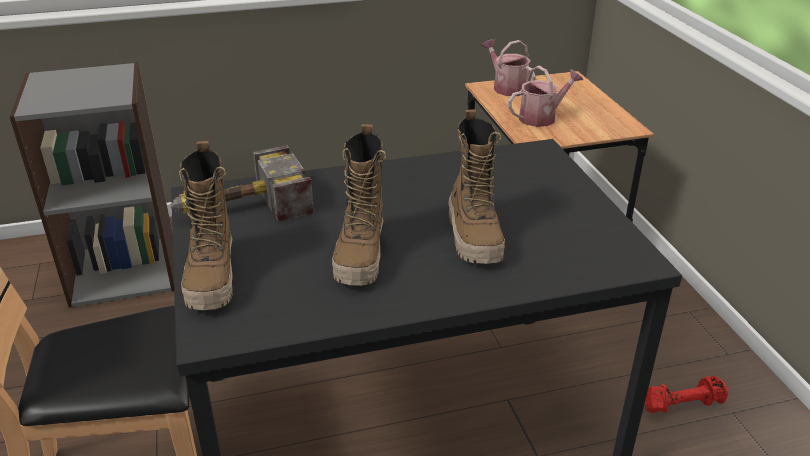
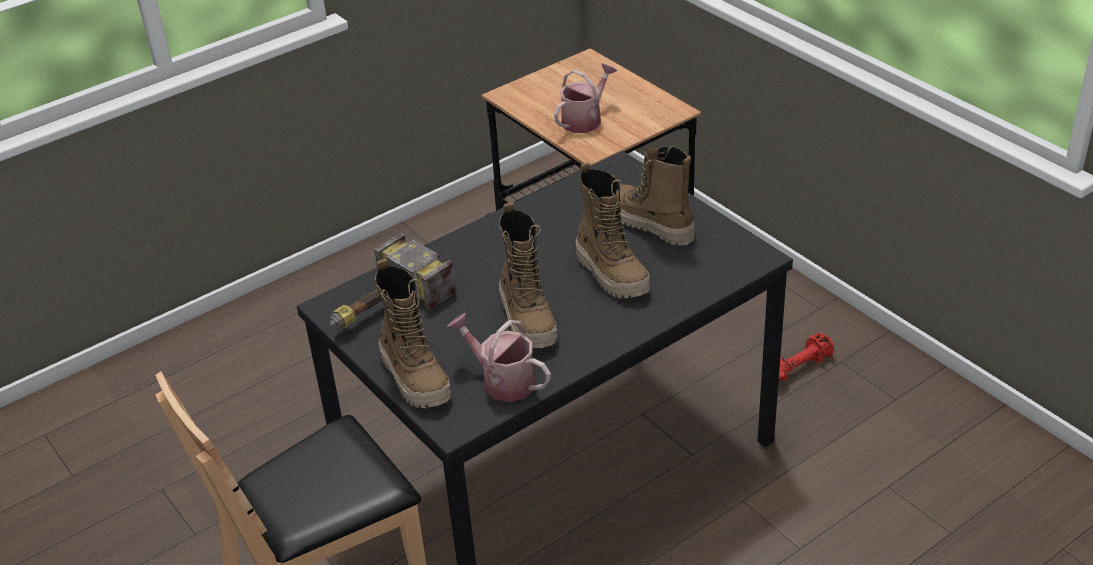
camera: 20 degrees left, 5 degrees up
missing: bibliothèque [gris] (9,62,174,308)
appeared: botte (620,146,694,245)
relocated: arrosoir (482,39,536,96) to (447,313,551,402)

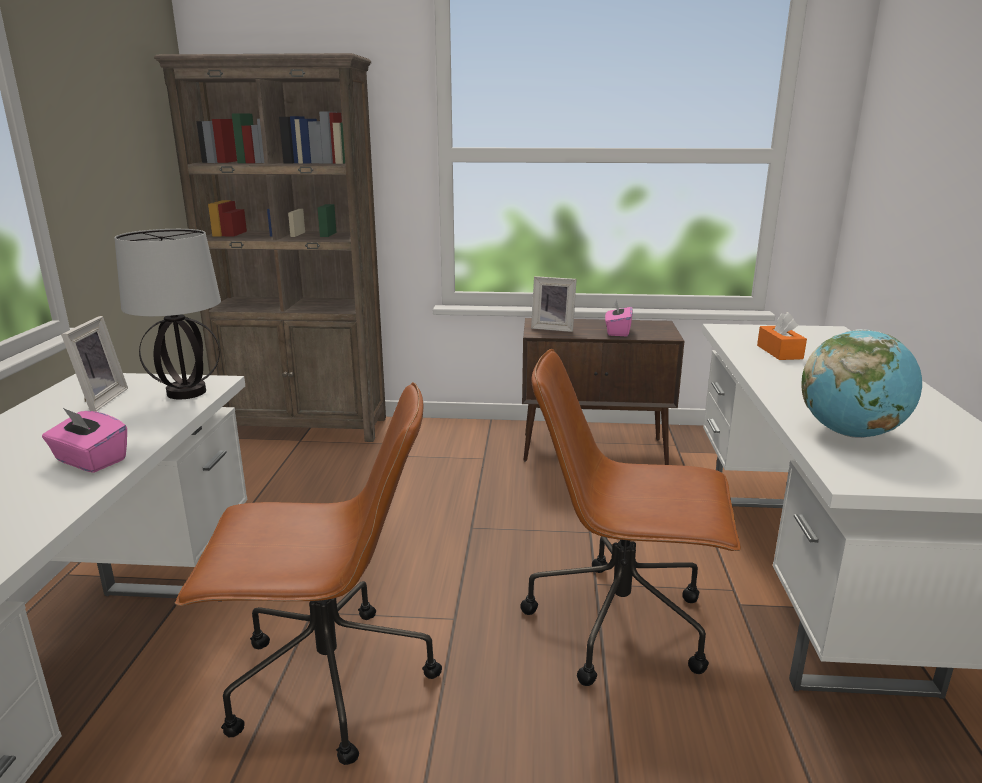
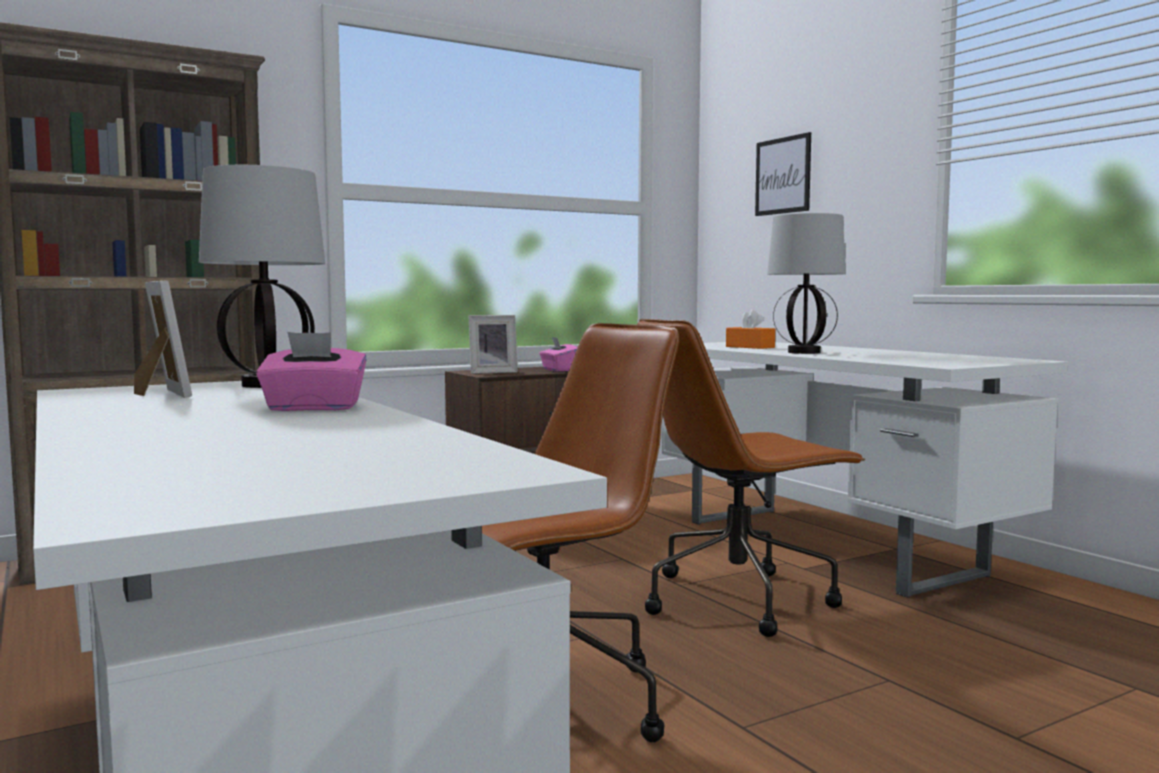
camera: 35 degrees left, 15 degrees down
missing: globe (801,329,922,438)
appeared: tableau (755,132,811,216); lampe de table (767,213,846,354)

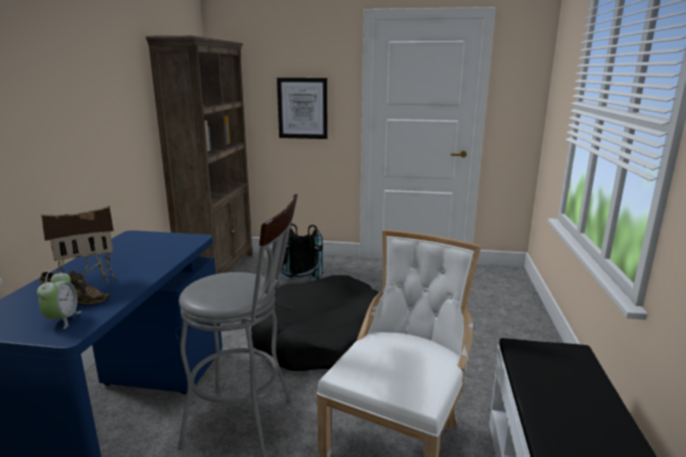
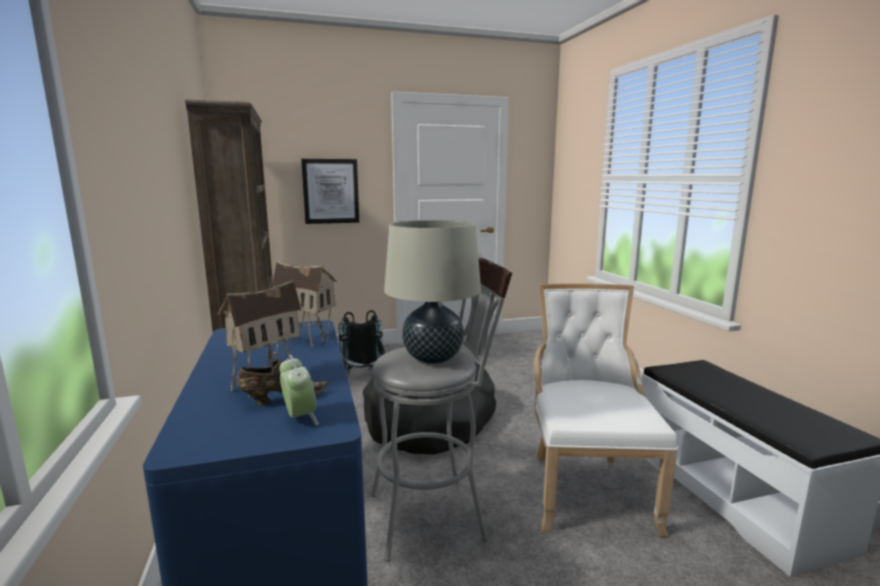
camera: 25 degrees left, 5 degrees down
appeared: lampe de table [beige] (384,220,481,364); maison miniature (272,261,338,347)

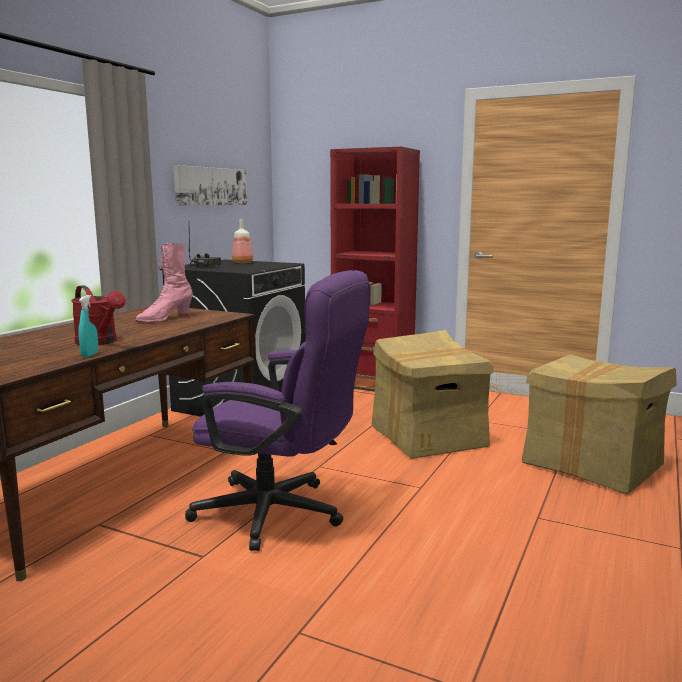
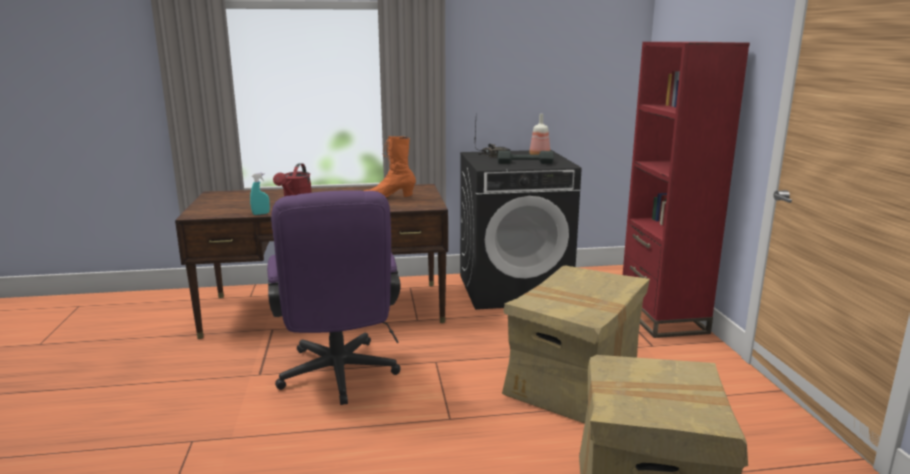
camera: 55 degrees right, 5 degrees up
missing: tableau (173,165,247,206)
appeared: haltère [gris] (497,151,554,164)
colour: botte [rose] (135,243,193,322) to botte [orange] (364,136,416,198)

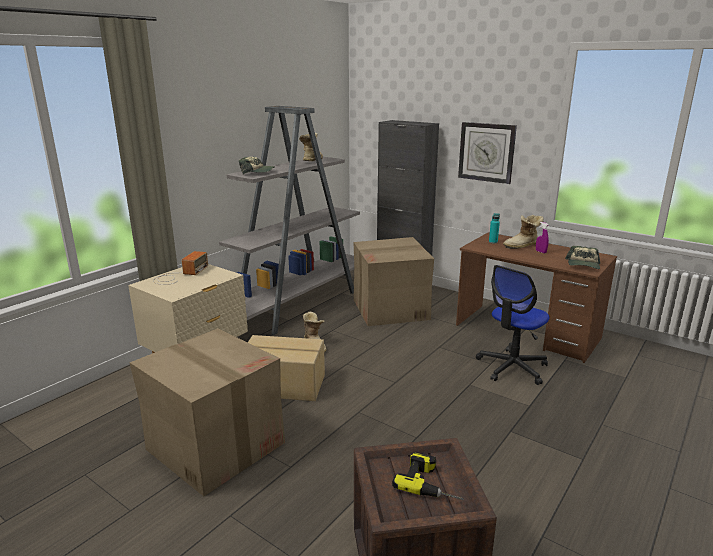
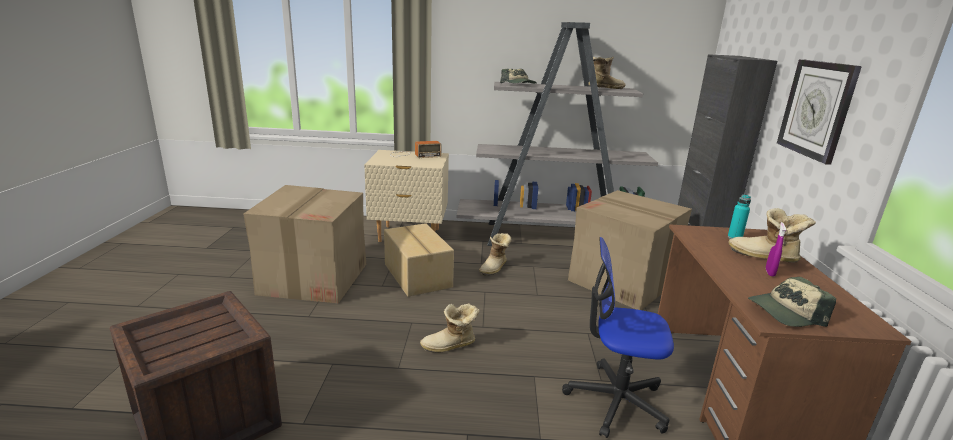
camera: 55 degrees right, 0 degrees up
missing: perceuse (392,452,464,500)
appeared: botte (420,303,480,353)

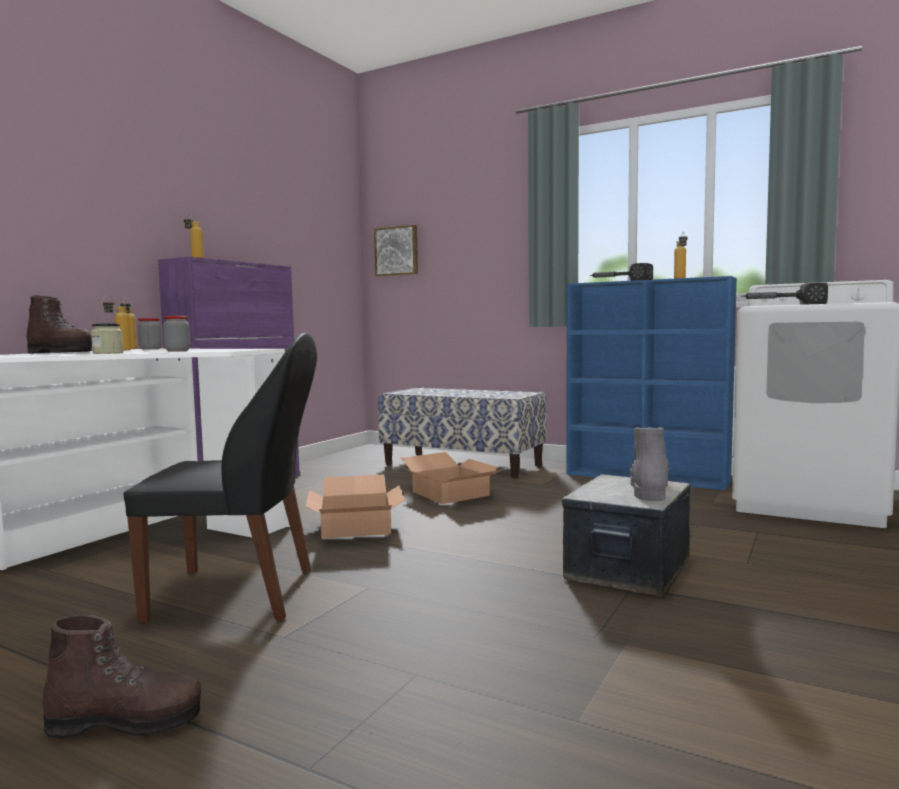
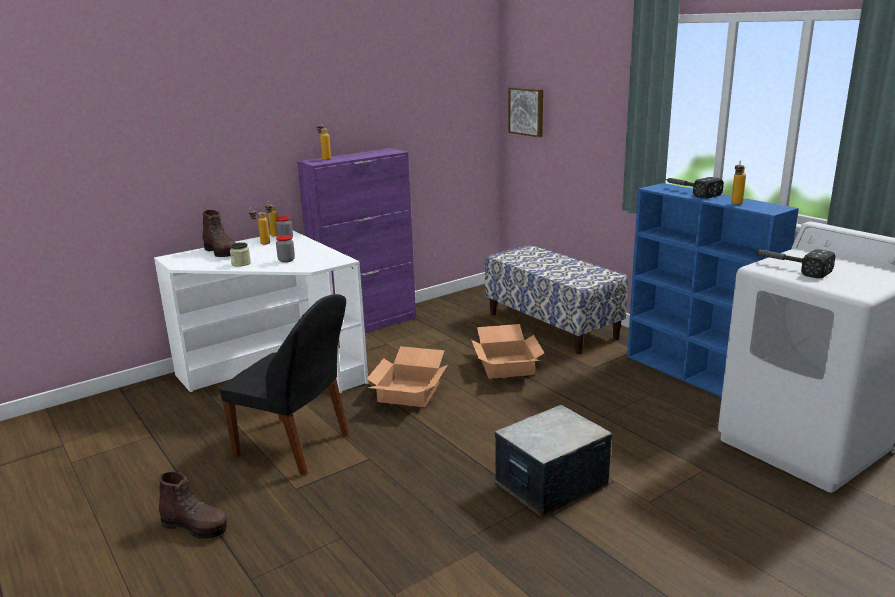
camera: 25 degrees right, 15 degrees up
missing: botte [gris] (630,427,671,501)

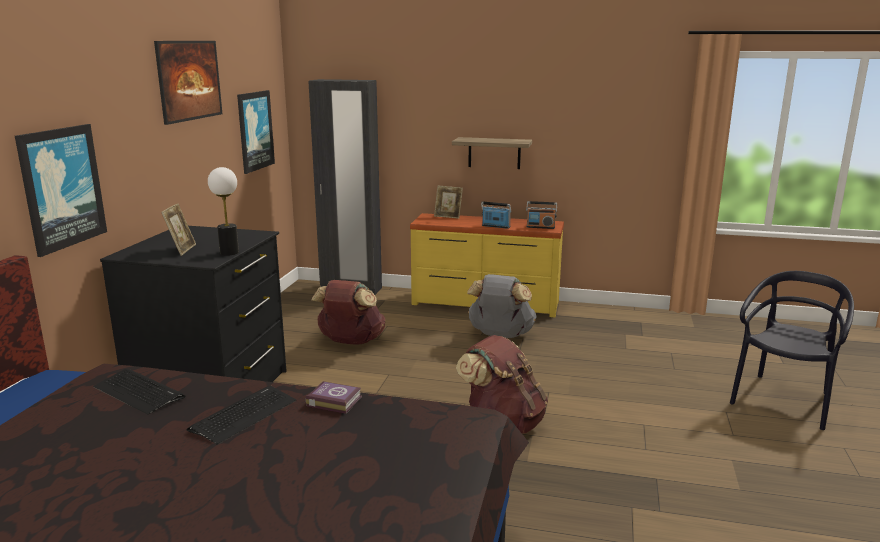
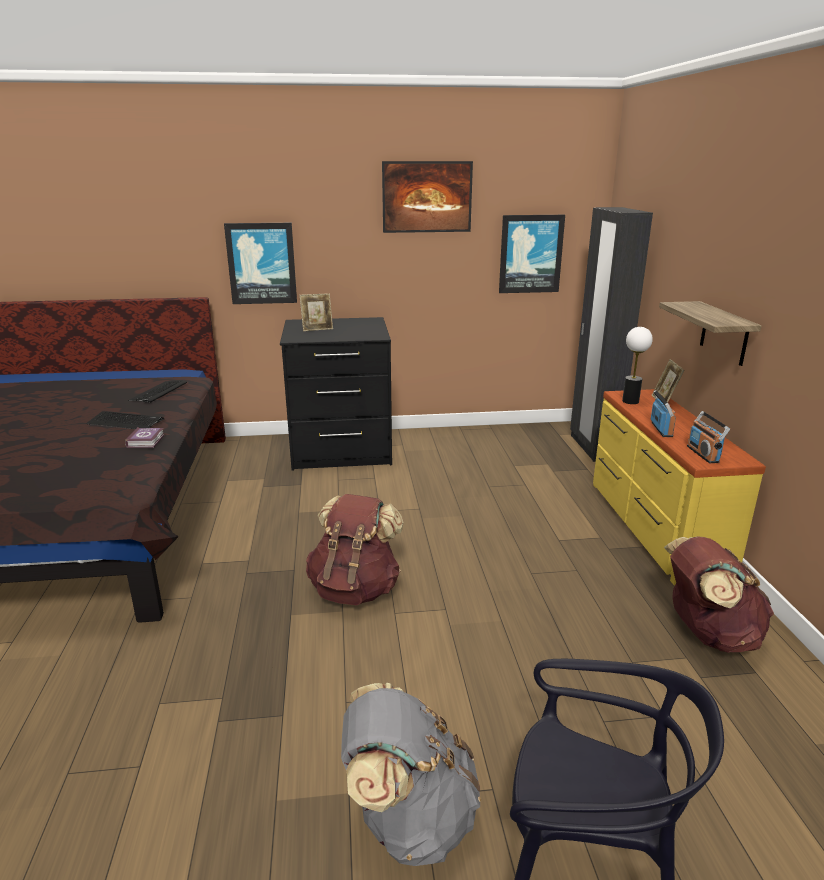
camera: 70 degrees right, 5 degrees up
relocated: lampe de table (208,167,239,256) to (622,327,653,404); sac à dos [gris] (467,274,537,338) to (341,683,481,866); sac à dos [marron] (311,280,385,344) to (664,536,774,652)

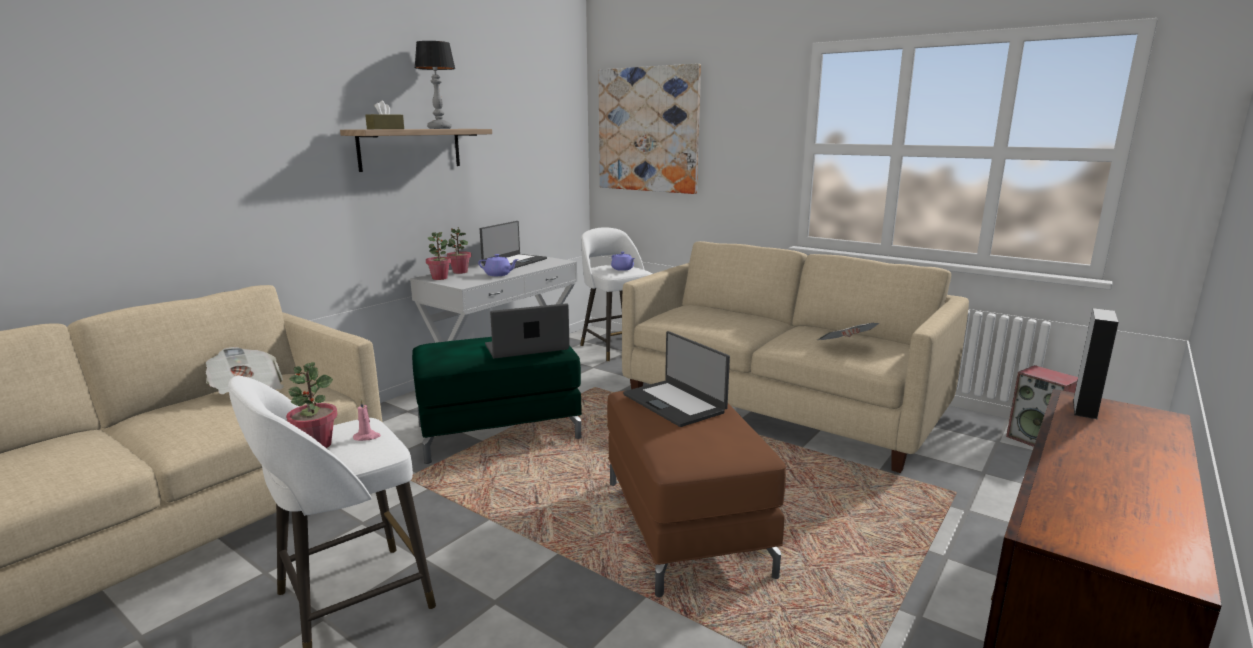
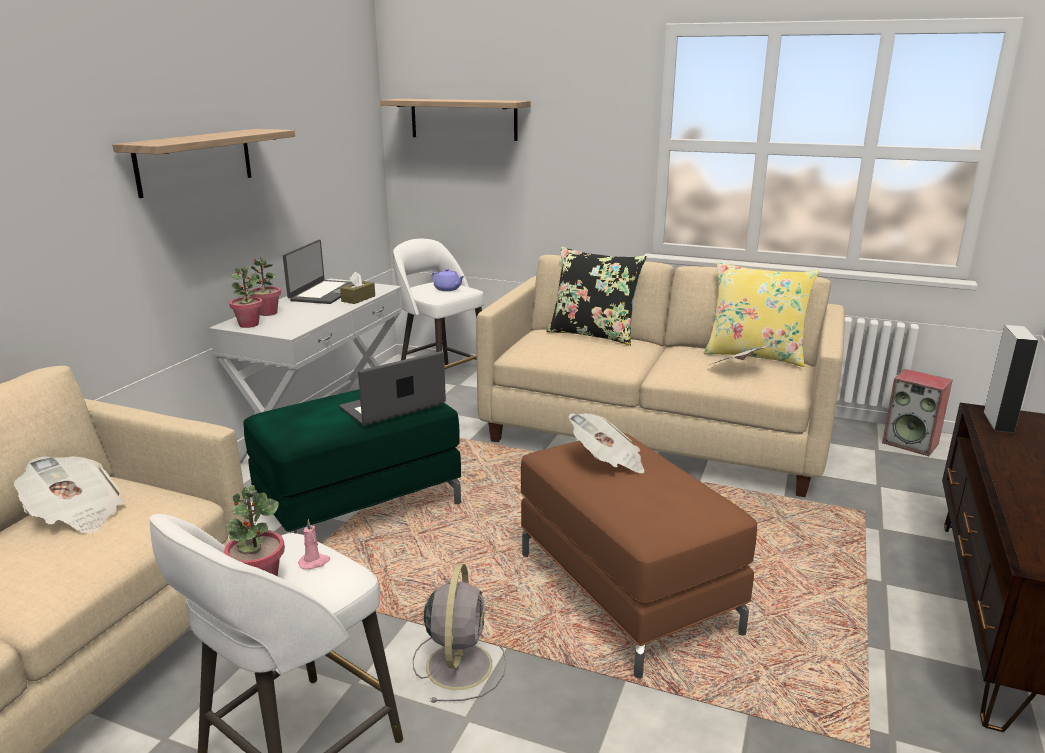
camera: 15 degrees left, 5 degrees up
missing: lampe de table (414,41,455,129); théière [violet] (478,254,519,276)
appeared: coussin [noir] (546,247,647,346); coussin [jaune] (704,262,819,367); ventilateur [gris] (413,564,507,703)
relocated: boîte à mouchoirs [marron] (365,100,404,129) to (340,271,375,304)
exchanged: tableau (598,64,701,194) to étagère (380,99,531,141); ordinateur portable (623,331,730,427) to journal (569,413,645,473)

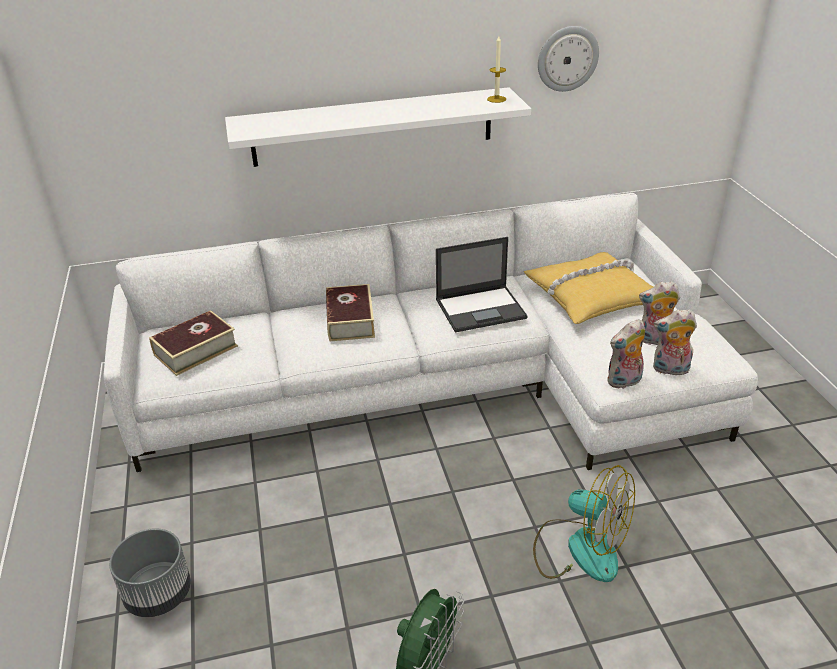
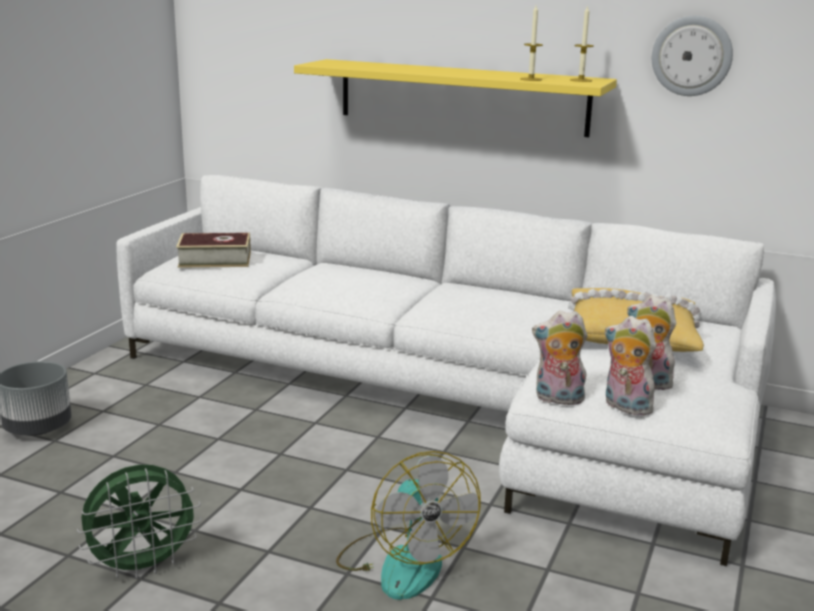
camera: 35 degrees right, 15 degrees down
missing: ordinateur portable (436,237,528,332); livre (326,284,375,341)
appeared: bougie (520,5,543,81)
colour: étagère [blanc] (225,87,531,167) to étagère [jaune] (294,59,617,137)

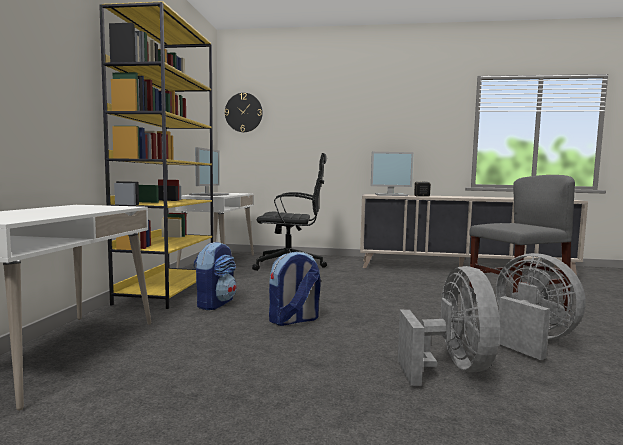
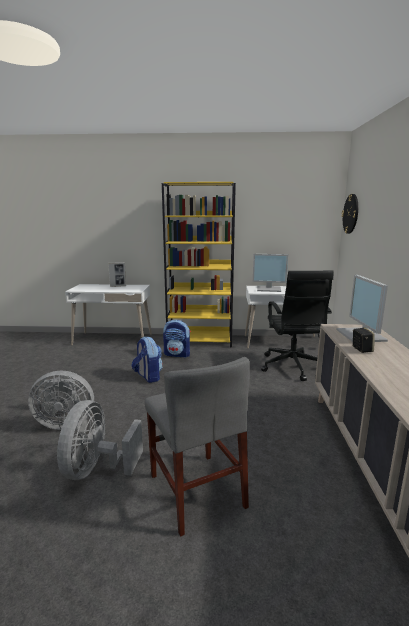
camera: 85 degrees right, 10 degrees up
appeared: cadre photo (108,262,126,287)
spun: ventilateur [gris] (496,253,586,360) = (57,400,143,480) 135 degrees clockwise

